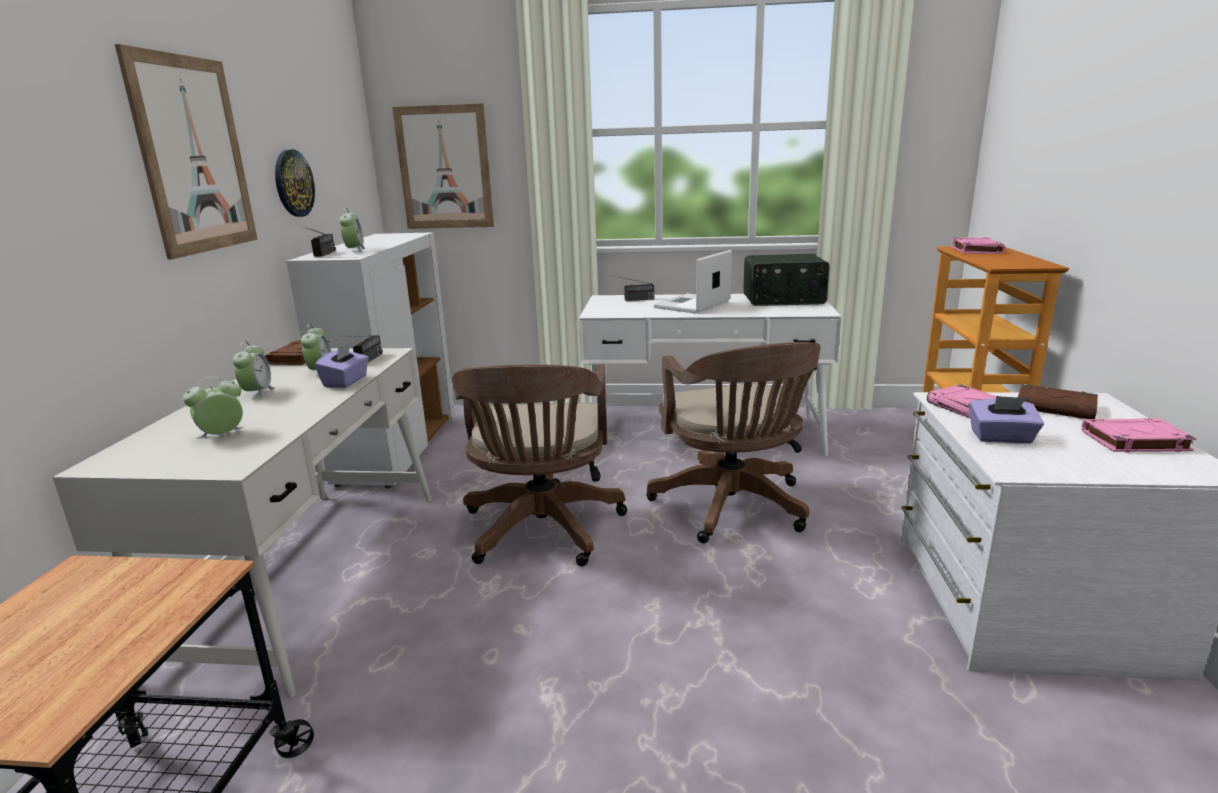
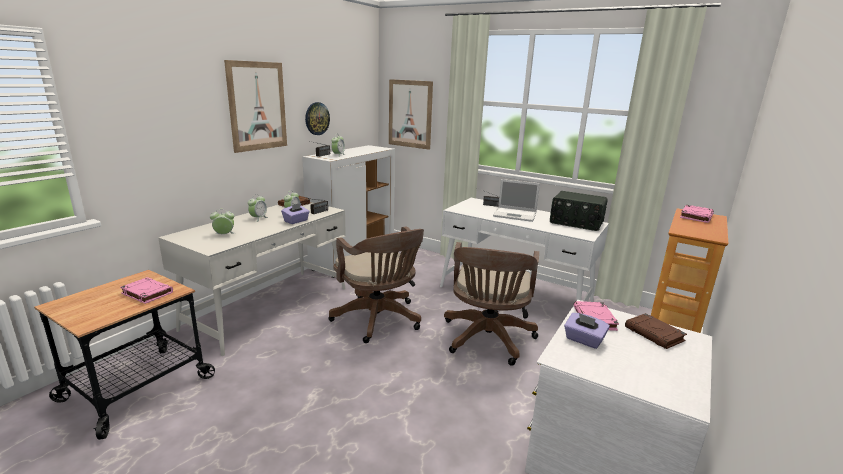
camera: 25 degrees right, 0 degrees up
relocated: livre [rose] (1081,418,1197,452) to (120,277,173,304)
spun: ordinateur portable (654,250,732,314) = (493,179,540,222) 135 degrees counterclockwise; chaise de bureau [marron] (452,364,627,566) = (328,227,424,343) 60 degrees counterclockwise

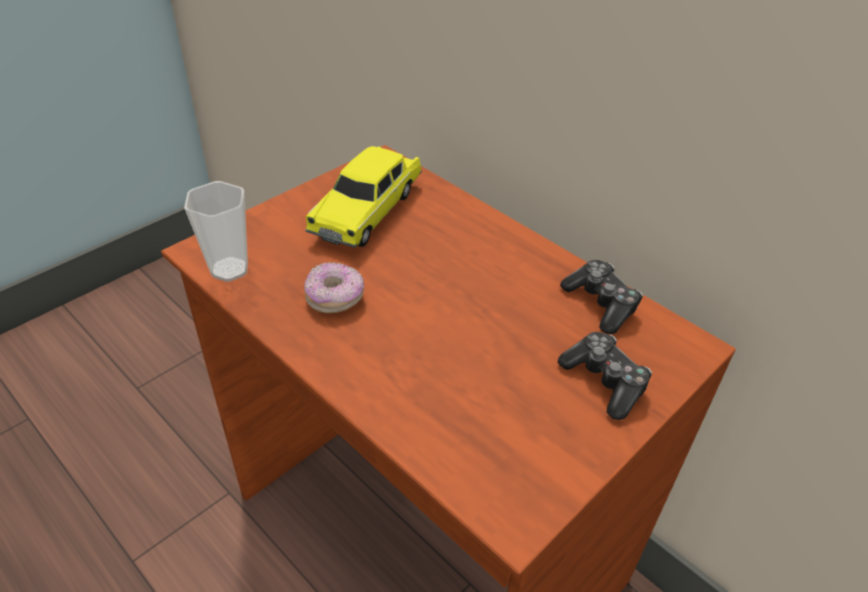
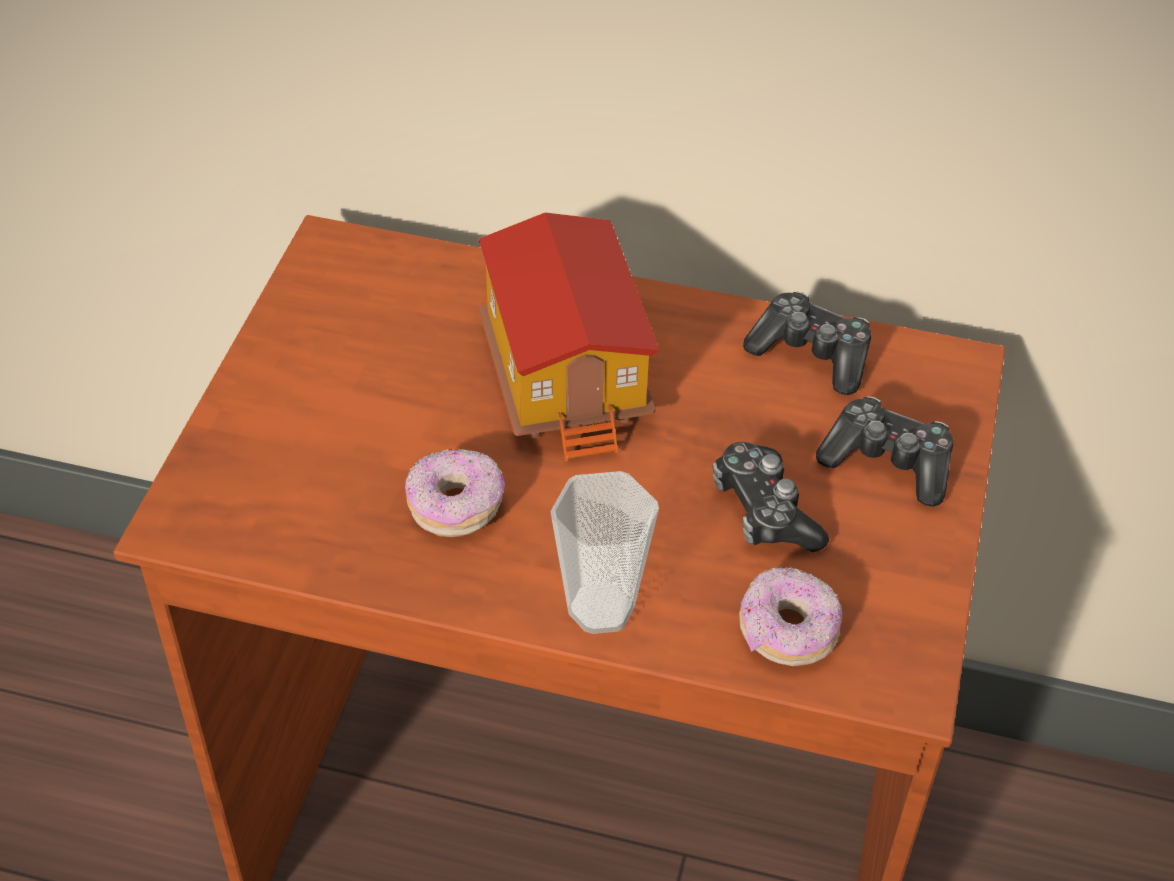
camera: 30 degrees left, 5 degrees up
missing: petite voiture [jaune] (305,146,422,248)
appeared: maison miniature (478,212,659,461); manette (713,442,829,552); beignet (739,567,842,666)
relocated: tasse (184,181,248,282) to (551,471,659,634)

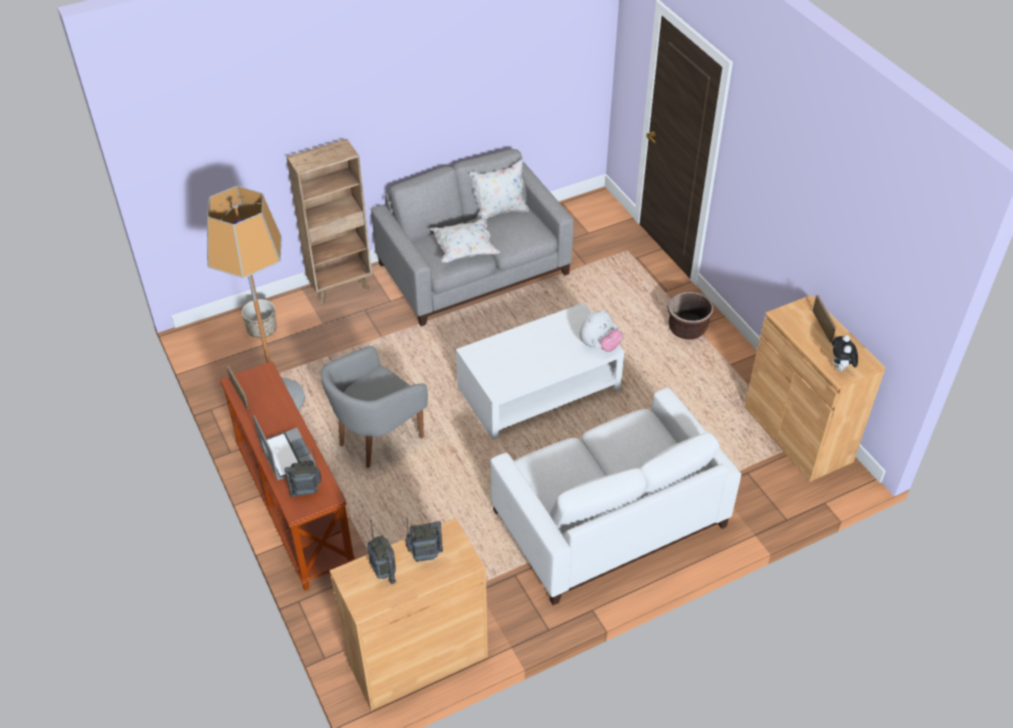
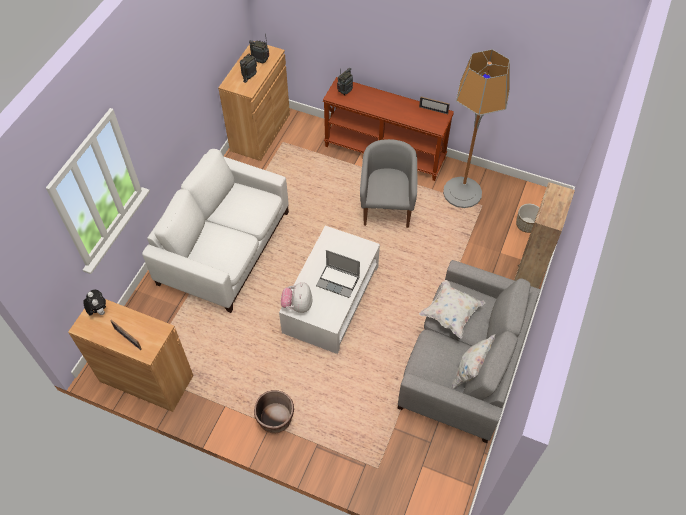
camera: 140 degrees right, 10 degrees up
relocated: ordinateur portable (253,415,316,480) to (316,250,360,298)

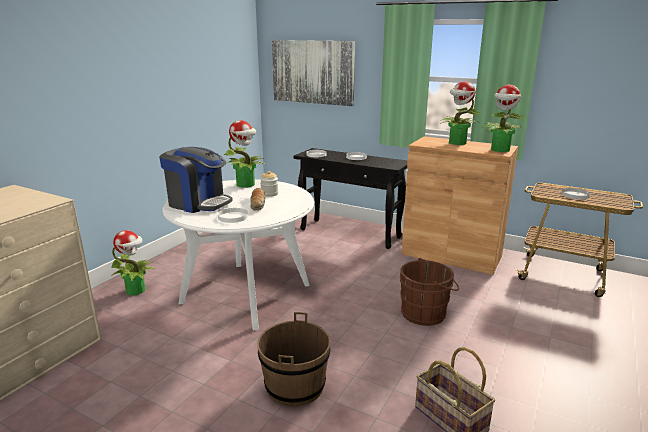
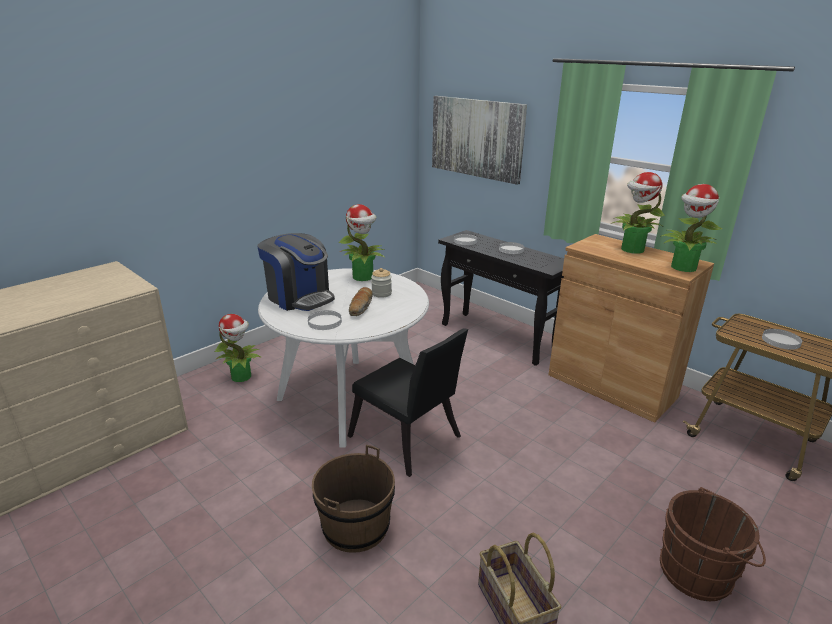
camera: 15 degrees right, 5 degrees up
appeared: chaise [noir] (348,328,468,477)
relocated: seau [marron] (400,258,459,326) to (660,487,766,601)

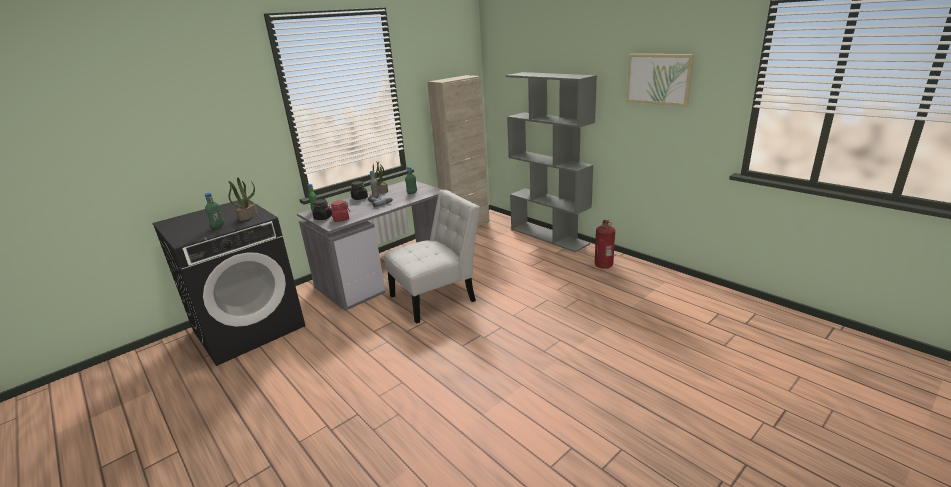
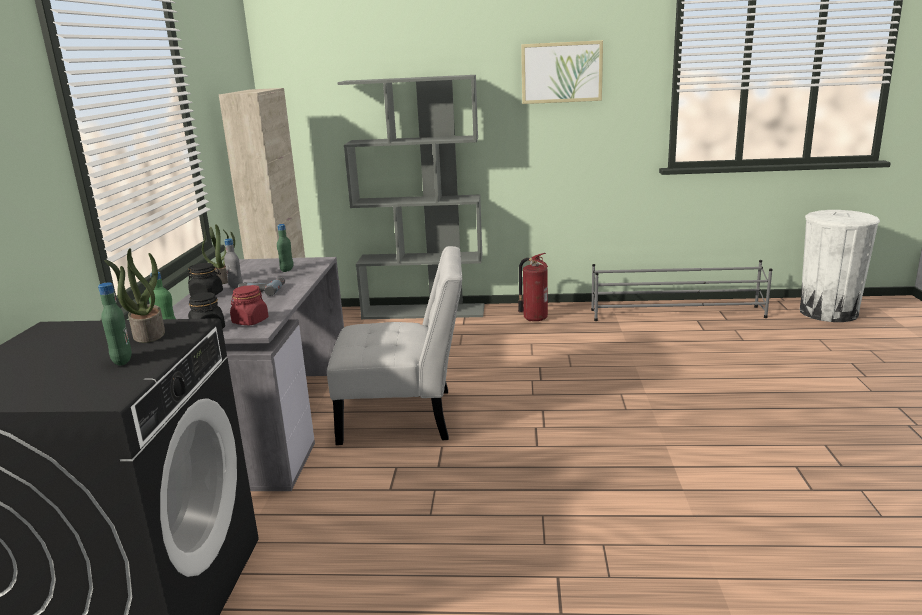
camera: 45 degrees left, 5 degrees down
appeared: poubelle [blanc] (800,210,880,322); étagère à chaussures [gris] (591,260,772,321)
spun: chaise [blanc] (384,190,480,324) = (327,246,462,445) 75 degrees clockwise

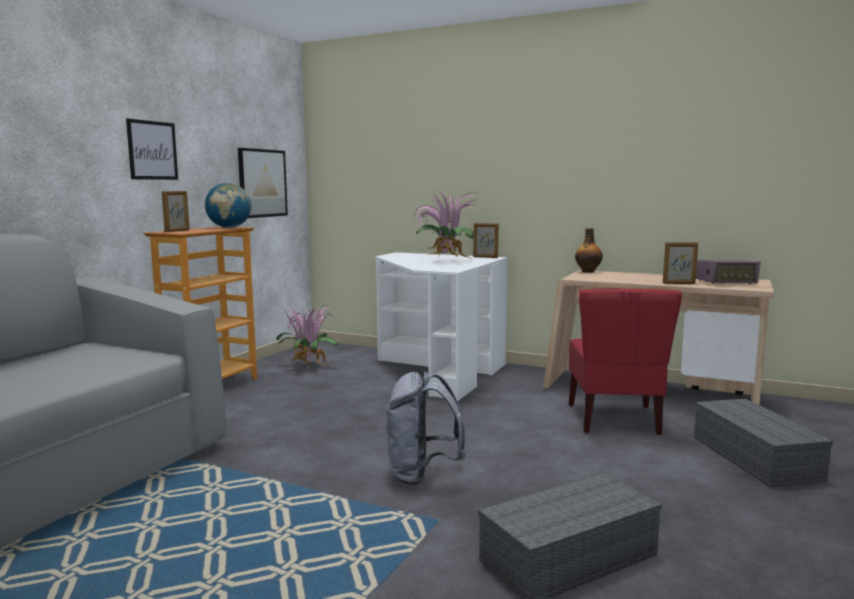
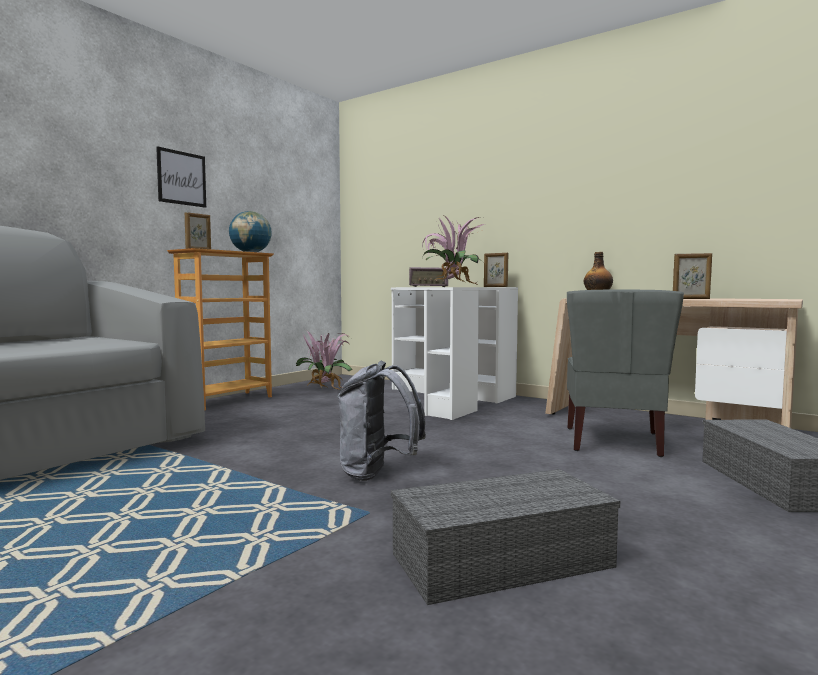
camera: 10 degrees right, 5 degrees down
missing: tableau (238,148,288,218)
relocated: radio (696,260,761,284) to (409,267,448,287)
colour: chaise [rouge] (569,289,682,435) to chaise [gris] (567,289,684,457)

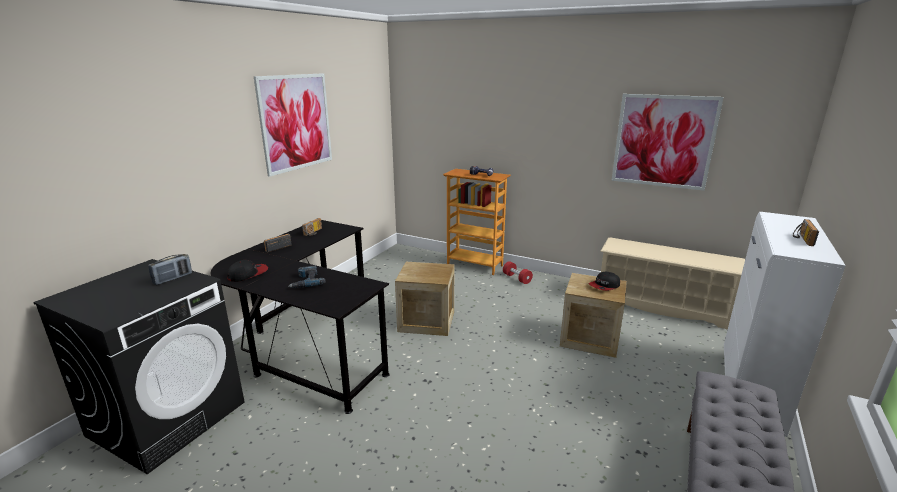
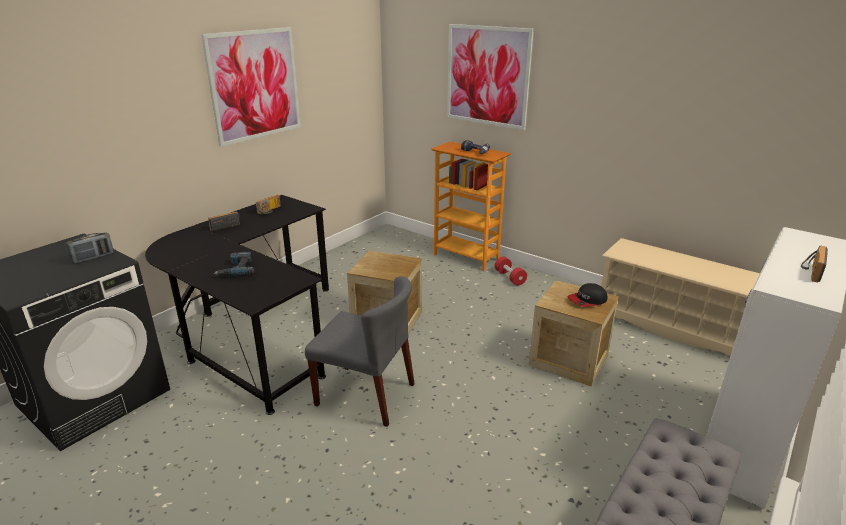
camera: 10 degrees right, 5 degrees up
missing: casquette (227,260,268,282)
appeared: chaise [gris] (305,276,415,427)
relocated: tableau (612,94,724,191) to (447,24,534,130)

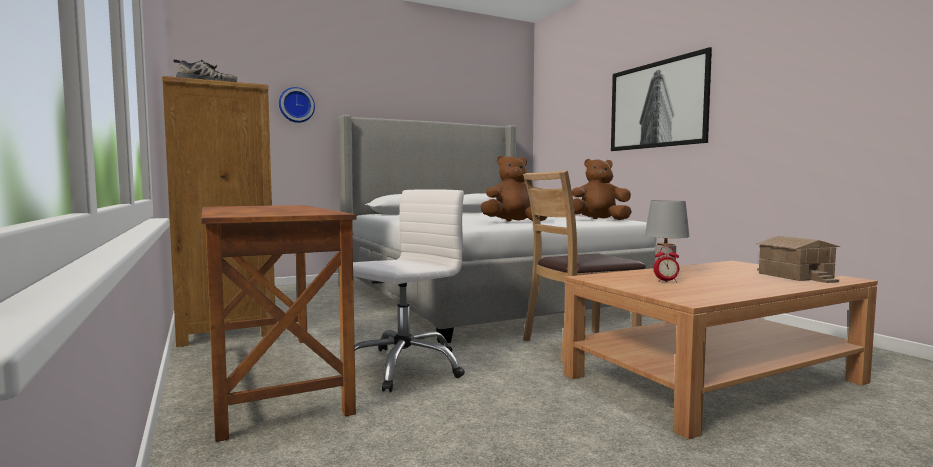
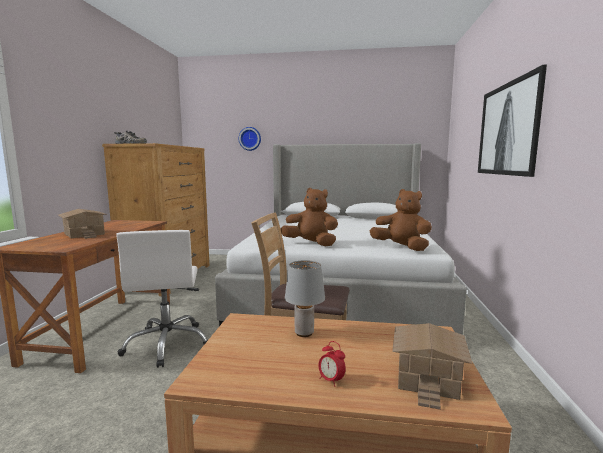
camera: 35 degrees right, 5 degrees up
appeared: maison miniature (58,209,107,239)
relocated: réveil (653,246,679,283) to (318,341,346,387)
spun: chaise de bureau [blanc] (353,189,465,392) = (116,230,208,368) 90 degrees clockwise

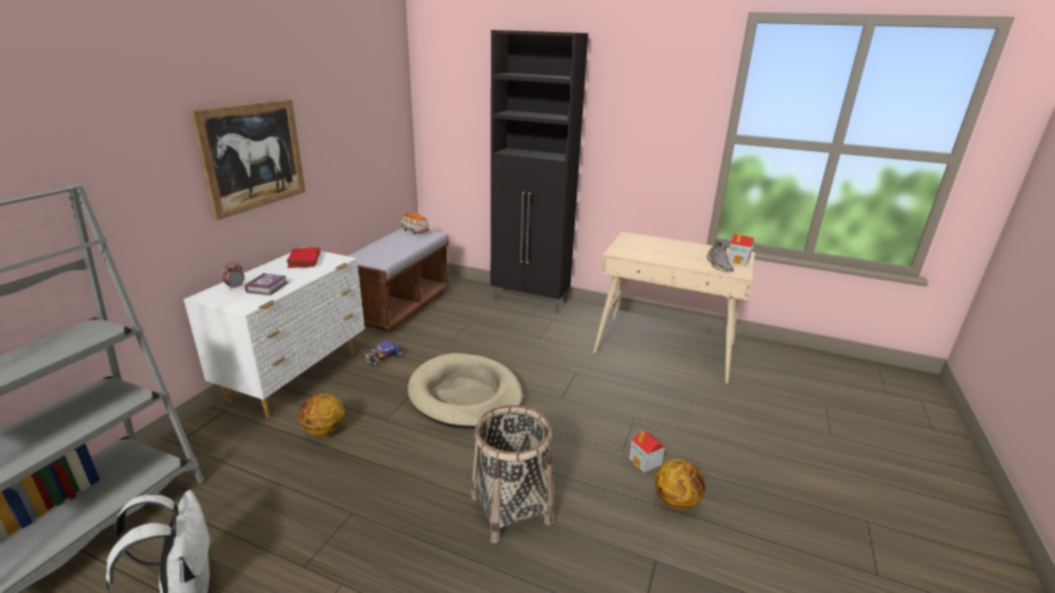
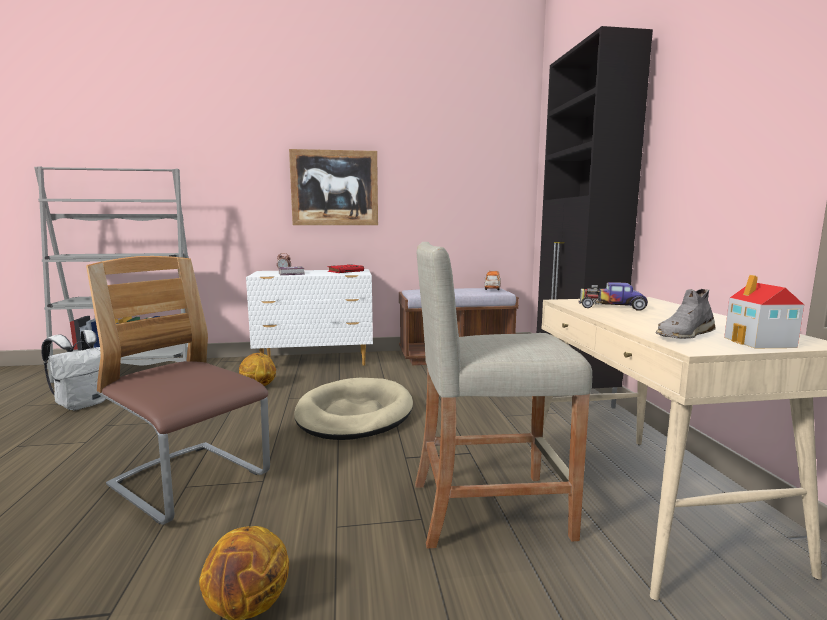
camera: 60 degrees right, 15 degrees down
missing: maison miniature (629,430,665,473)
appeared: tabouret [beige] (415,242,592,549)
relocated: petite voiture (363,341,403,367) to (578,282,648,311)
exchanged: panier (471,405,554,543) to chaise (86,256,270,525)

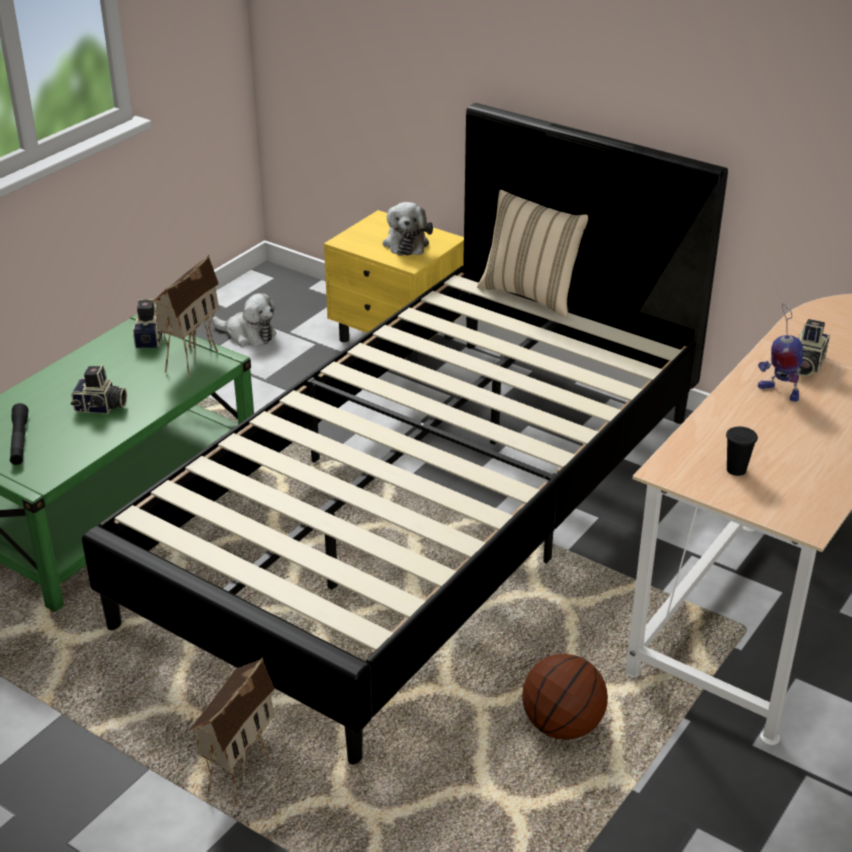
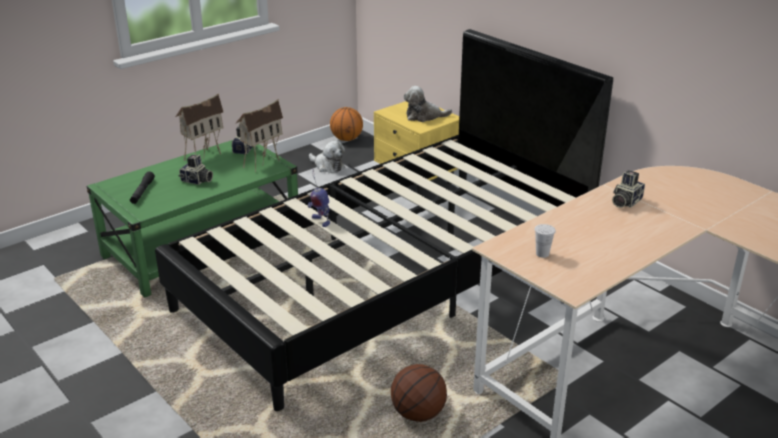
camera: 15 degrees right, 5 degrees down
missing: coussin [beige] (477,190,588,318)
appeared: ballon de basket (330,107,363,141)
relocated: robot jouet (758,303,803,402) to (308,169,330,227); maison miniature (189,657,275,807) to (175,93,223,161)
colour: tasse [noir] (726,426,758,476) to tasse [blanc] (534,224,556,258)
spun: peluche (383,202,433,255) = (404,86,452,122) 75 degrees clockwise

